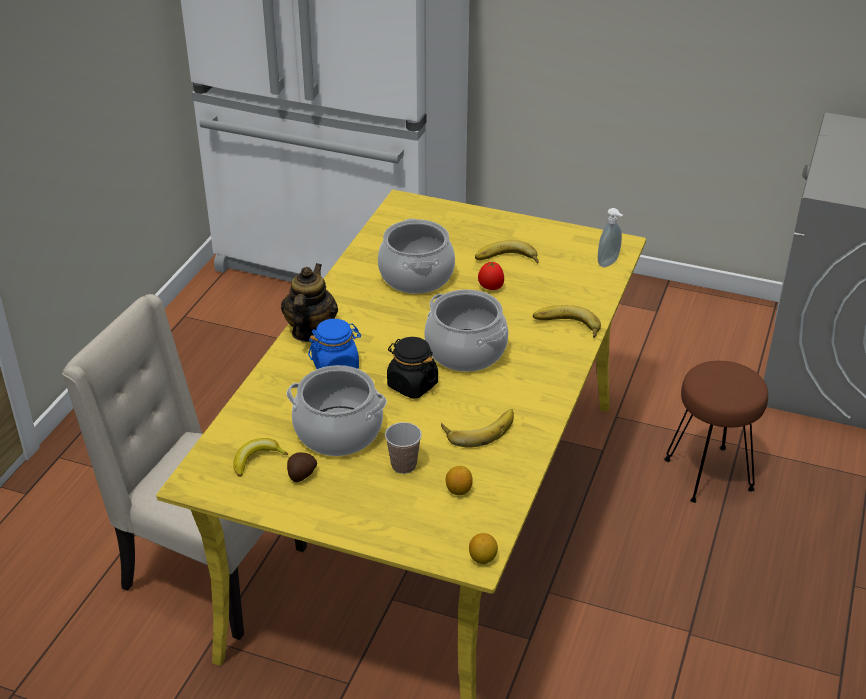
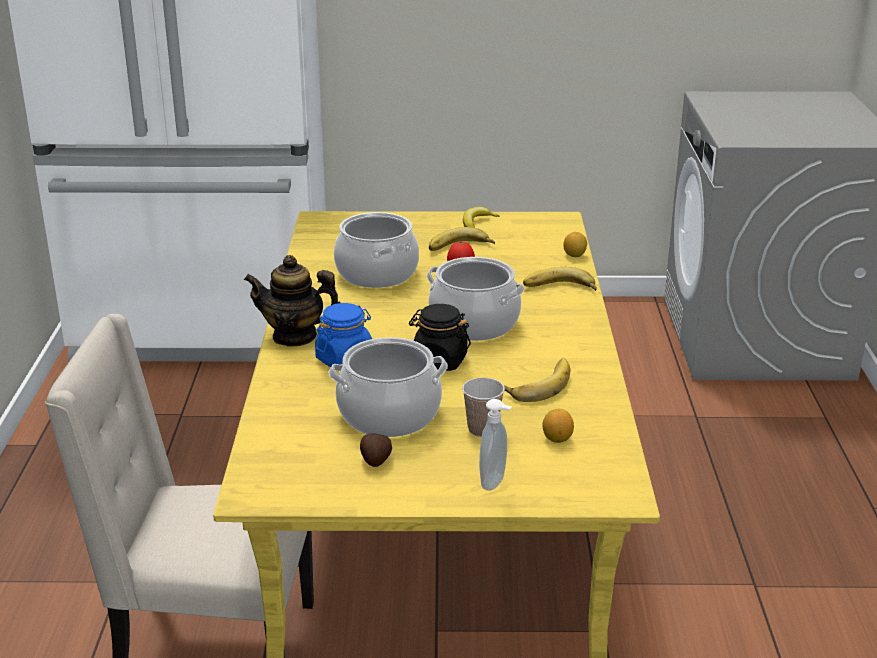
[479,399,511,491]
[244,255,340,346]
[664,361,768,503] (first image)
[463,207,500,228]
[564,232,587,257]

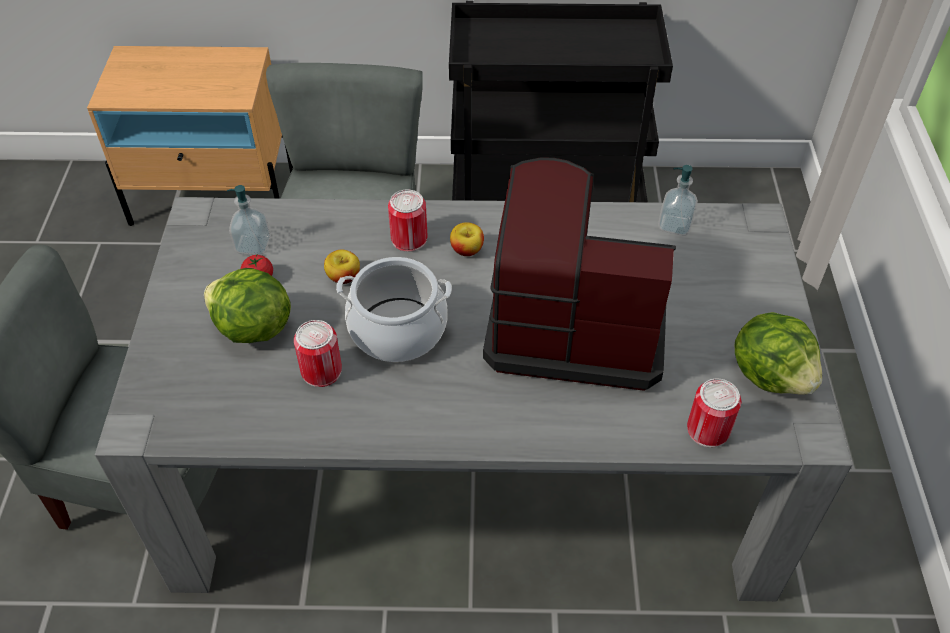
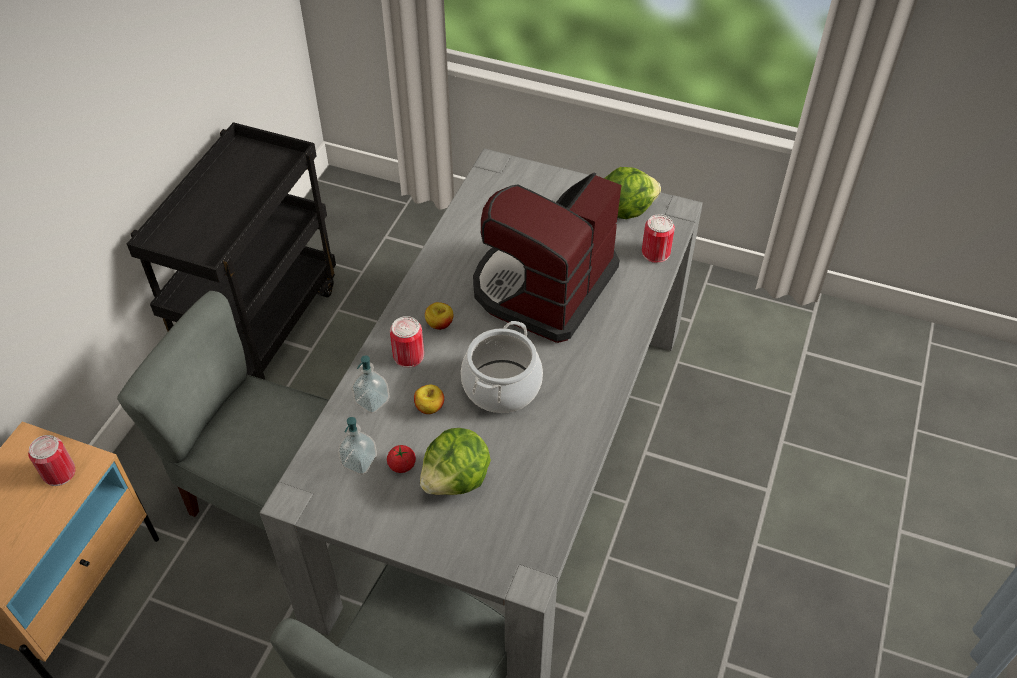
[352,355,390,414]
[28,435,75,486]

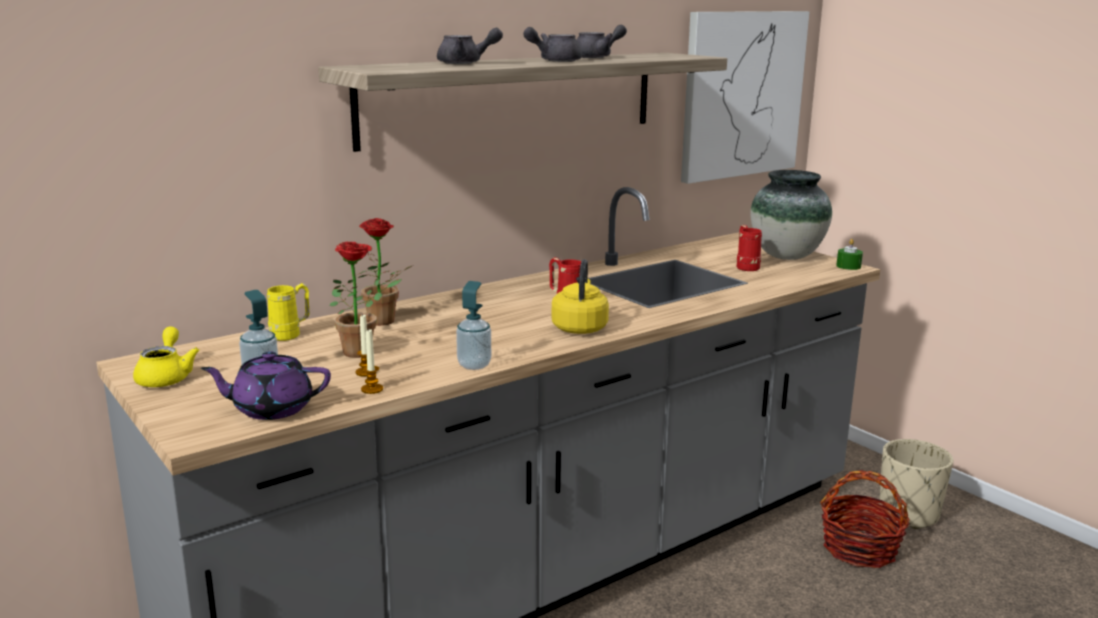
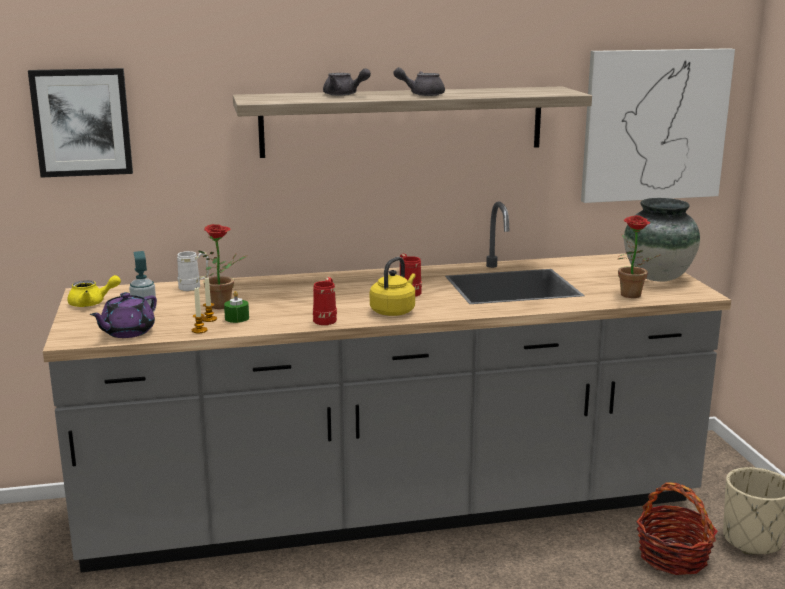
[577,25,627,58] (first image)
[618,215,660,298]
[313,277,337,325]
[224,291,249,323]
[456,281,491,370] (first image)
[177,251,209,291]
[67,275,121,307]
[90,292,157,338]
[28,68,133,178]

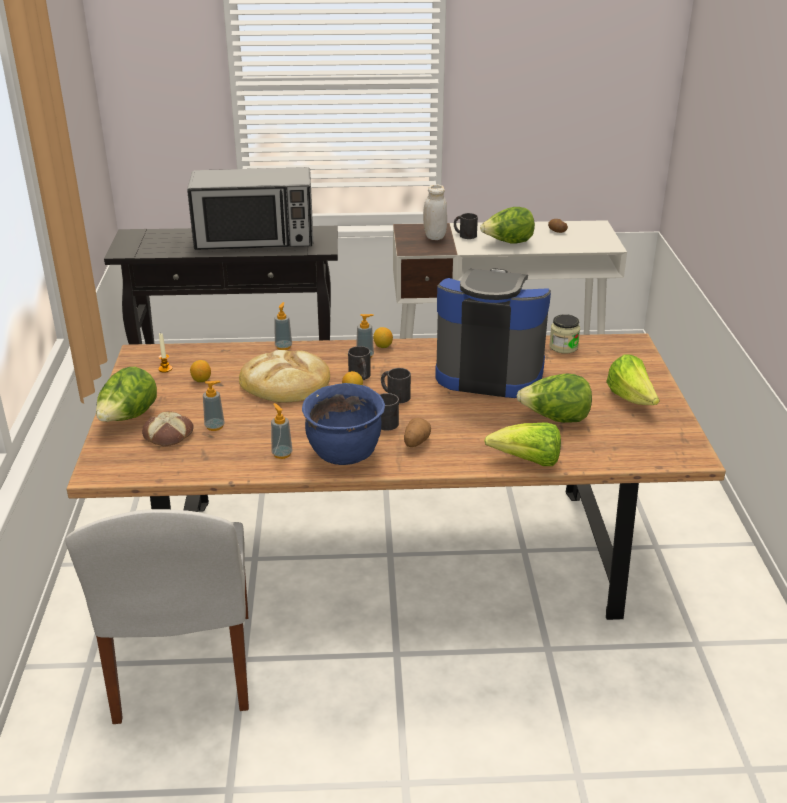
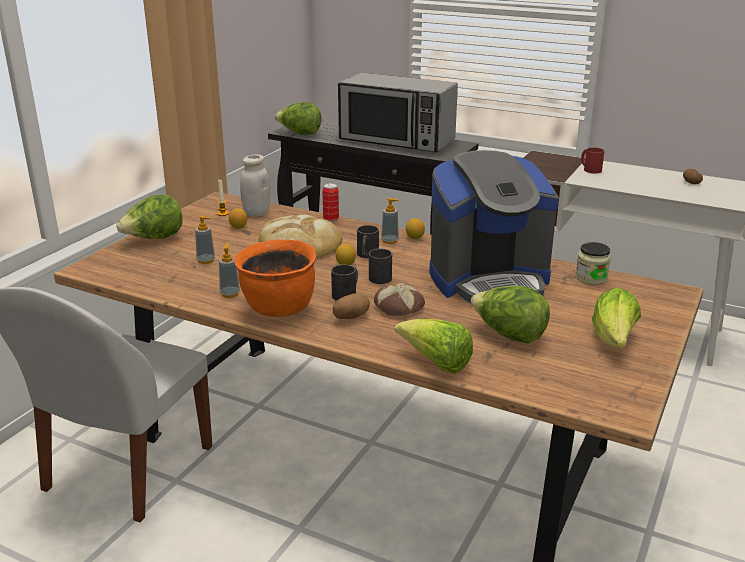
[240,154,271,217]
[275,102,321,135]
[581,147,605,173]
[429,150,559,303]
[322,183,339,222]
[234,239,316,317]
[374,283,425,316]

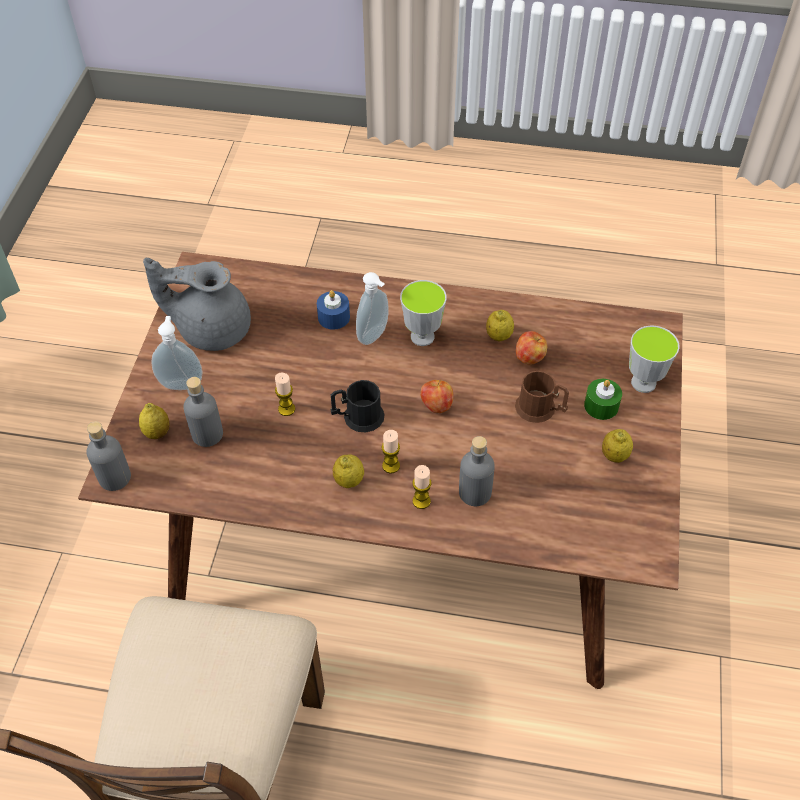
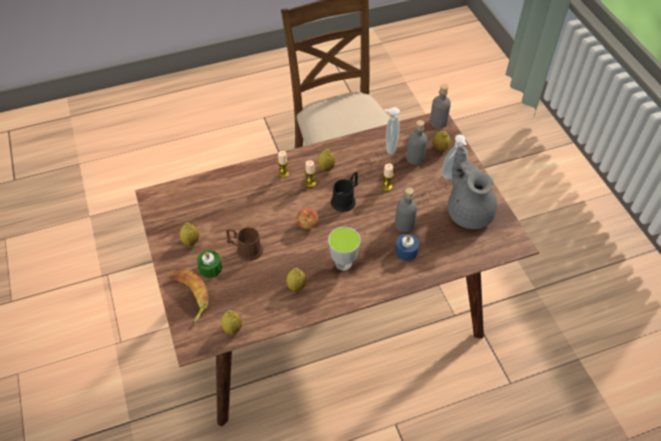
[448,146,497,229]
[385,107,400,154]
[168,269,208,323]
[516,331,547,365] (first image)
[395,188,417,232]
[221,310,242,334]

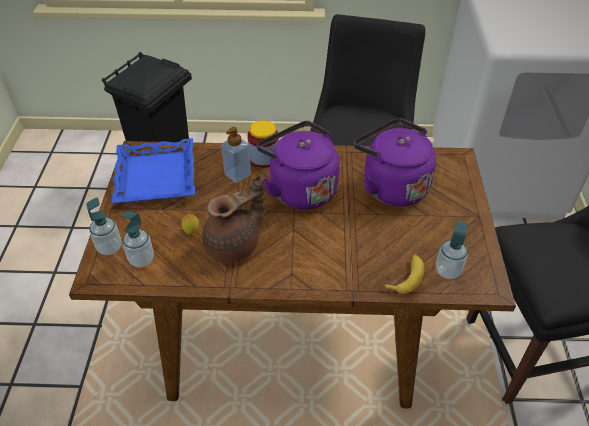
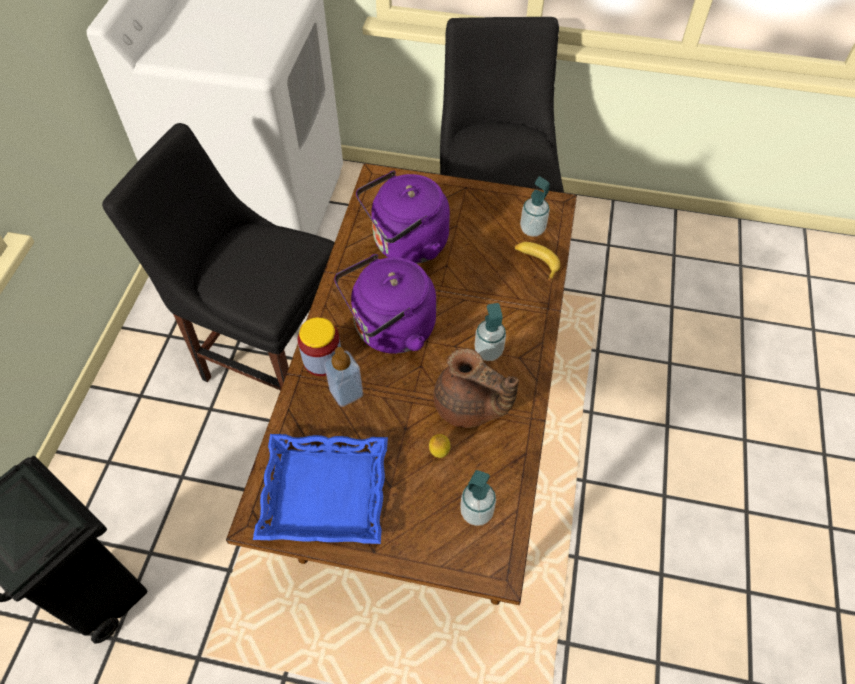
[434,349,519,428]
[475,303,506,361]

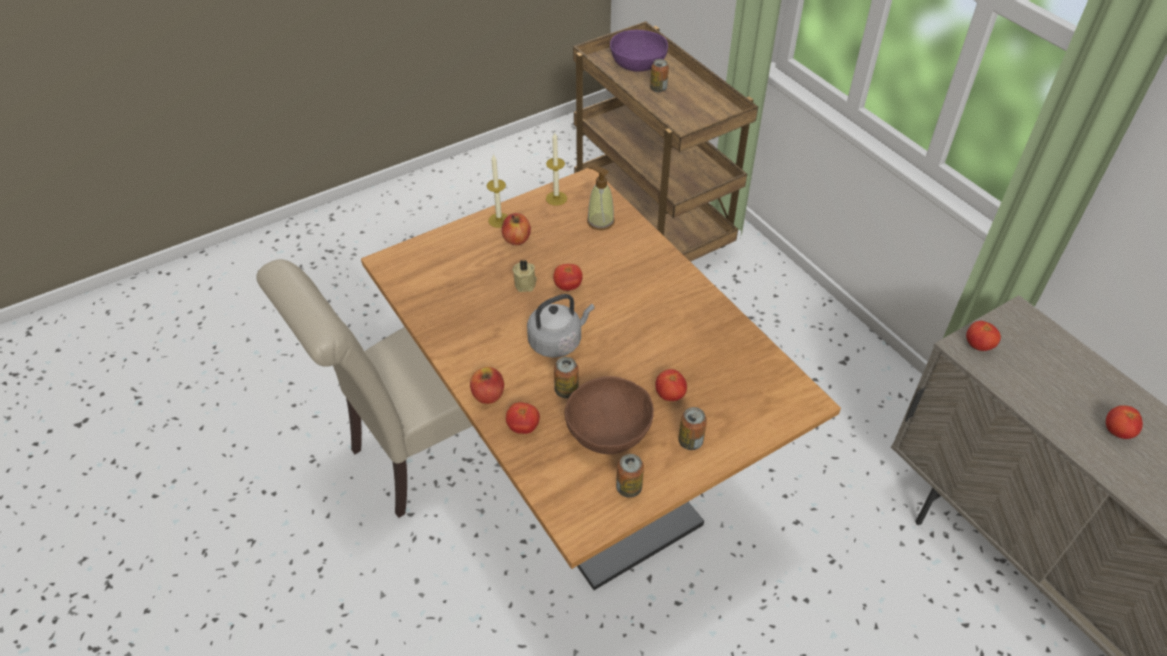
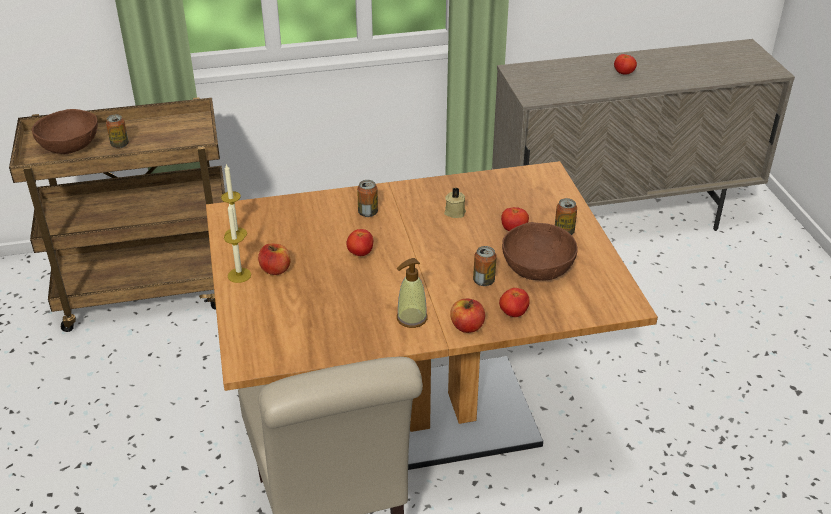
[32,109,98,154]
[397,258,428,328]
[444,188,466,218]
[527,294,595,358] (first image)
[966,321,1001,351] (first image)
[357,180,378,217]

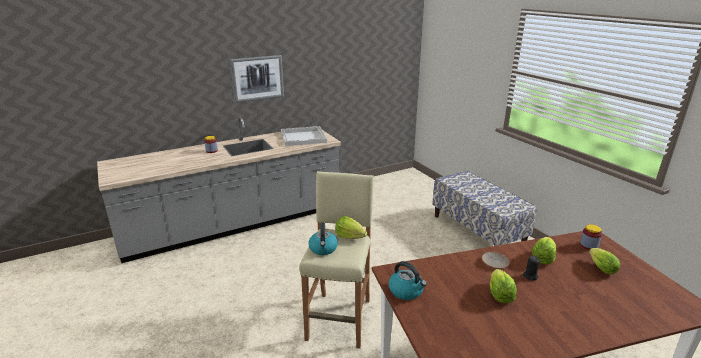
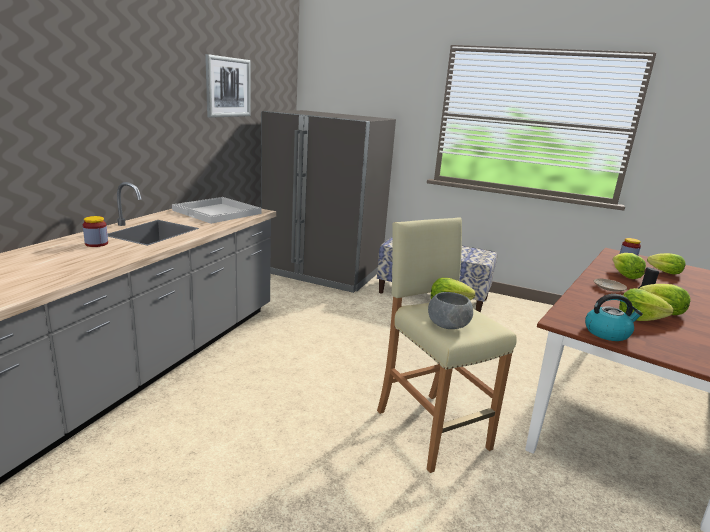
[205,54,251,118]
[428,292,473,329]
[261,110,396,293]
[619,288,673,321]

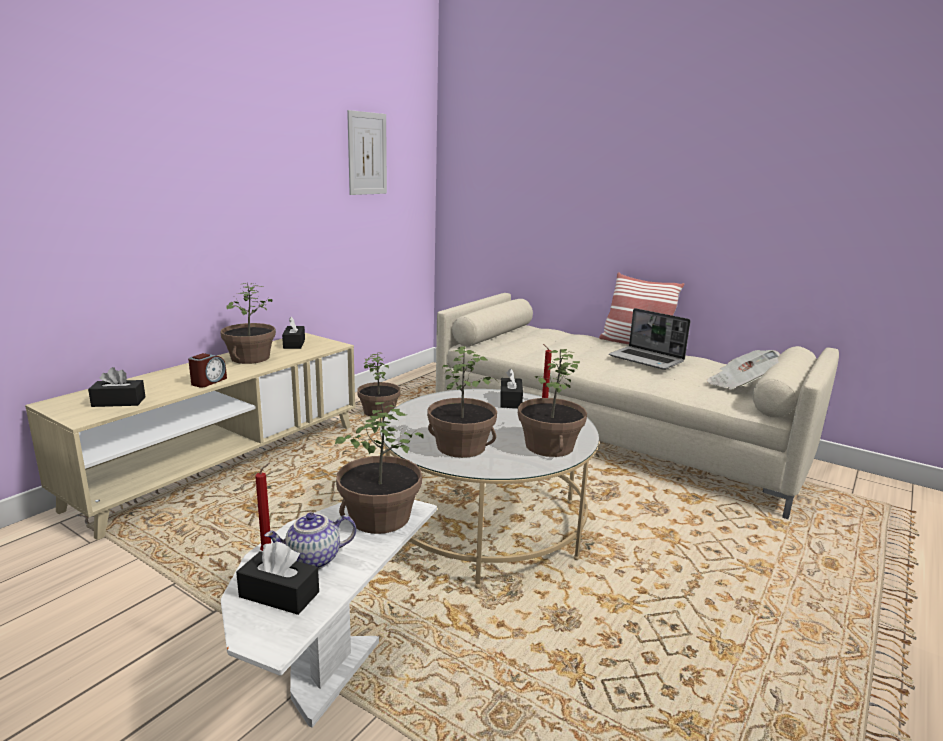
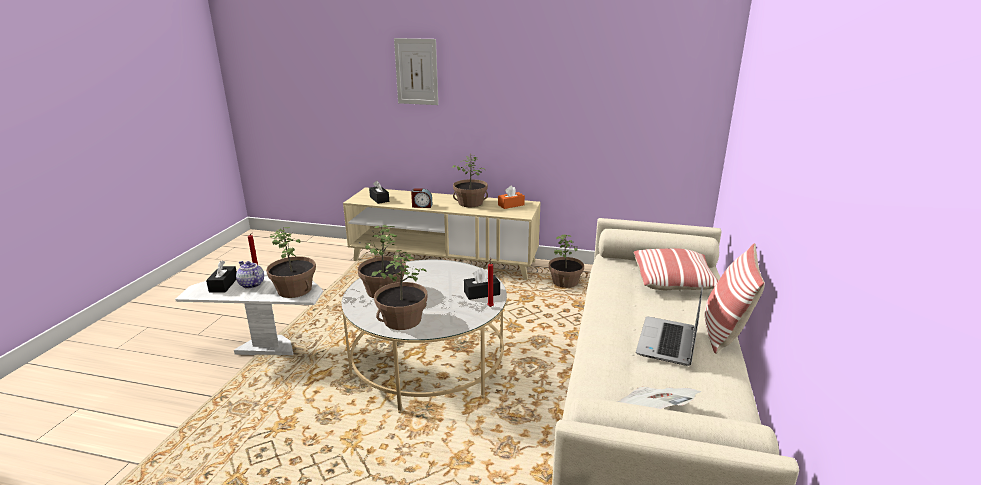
[394,38,438,105]
[498,186,525,209]
[633,249,718,290]

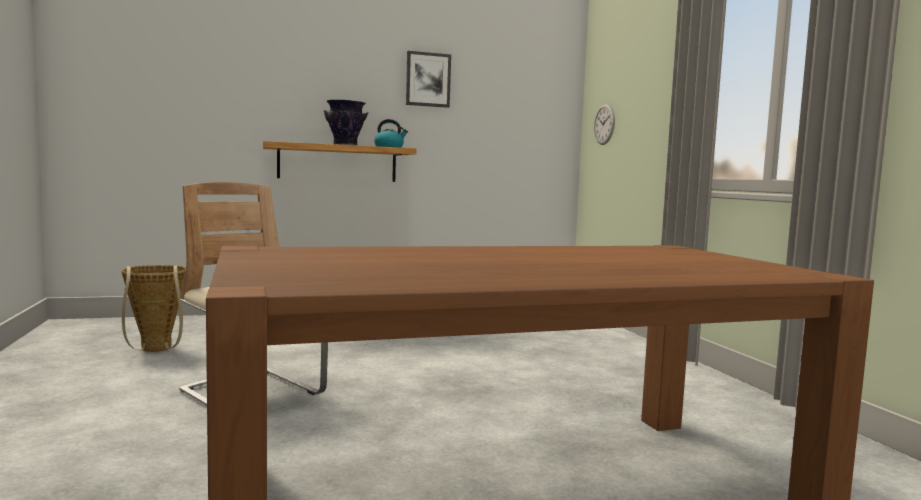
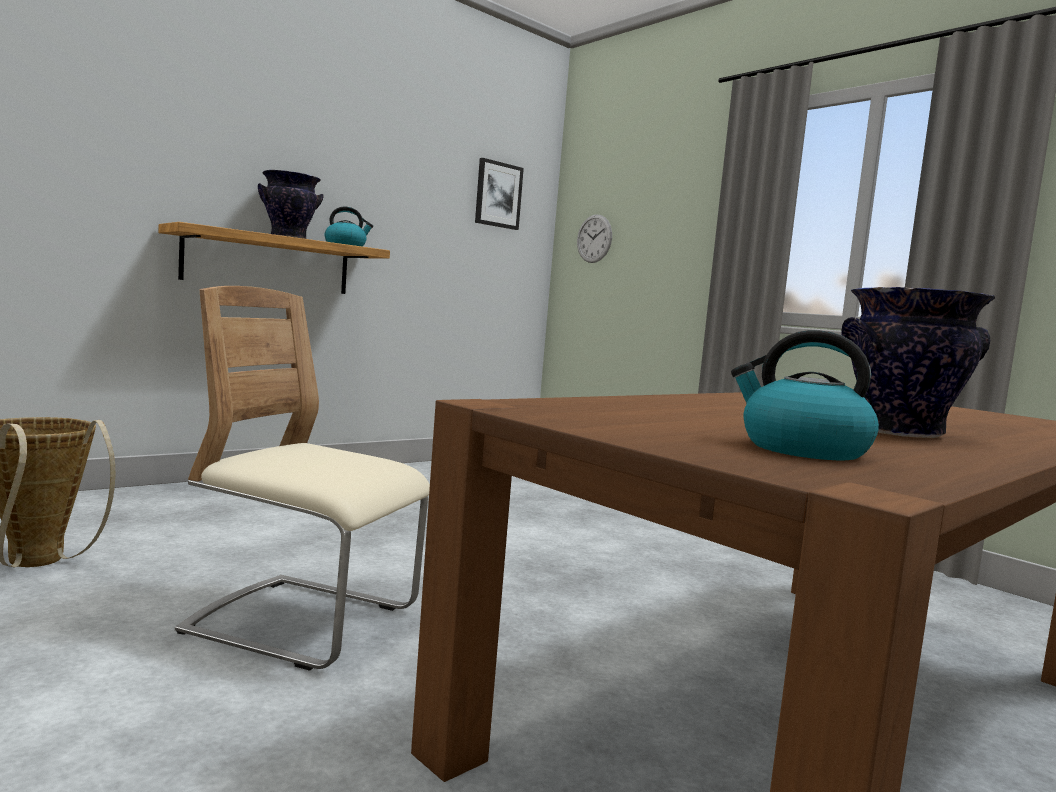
[475,158,524,230]
[841,287,995,438]
[731,330,879,460]

